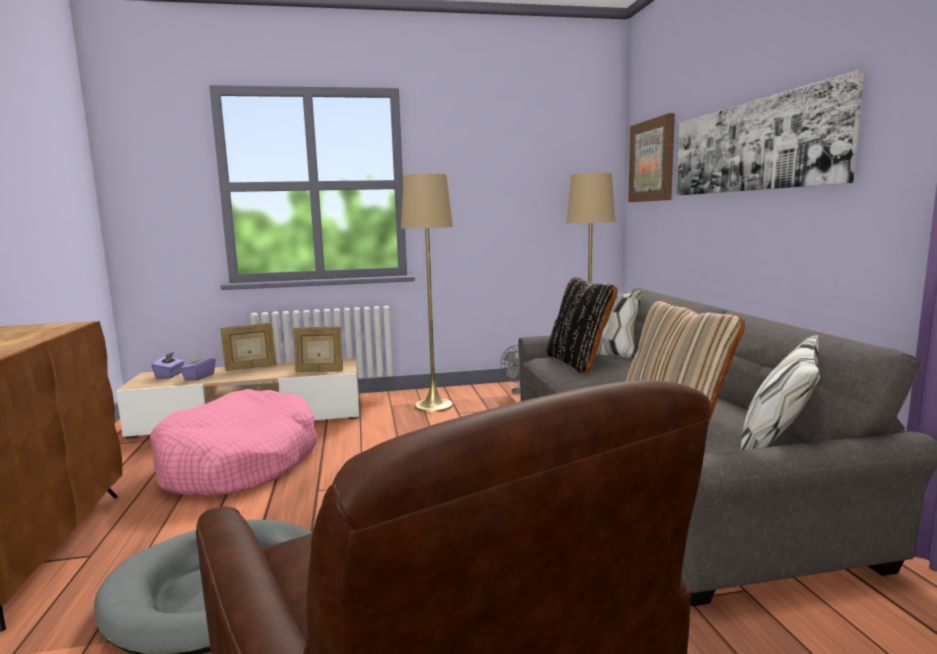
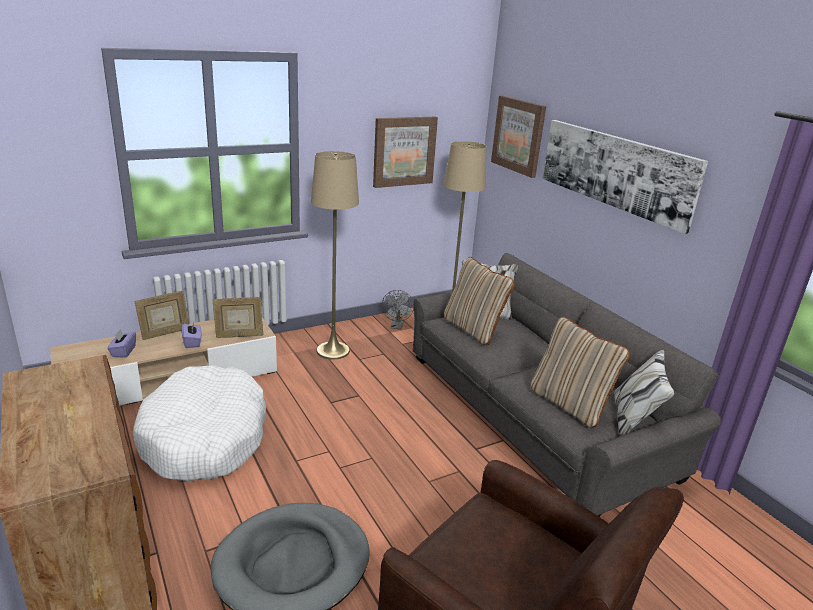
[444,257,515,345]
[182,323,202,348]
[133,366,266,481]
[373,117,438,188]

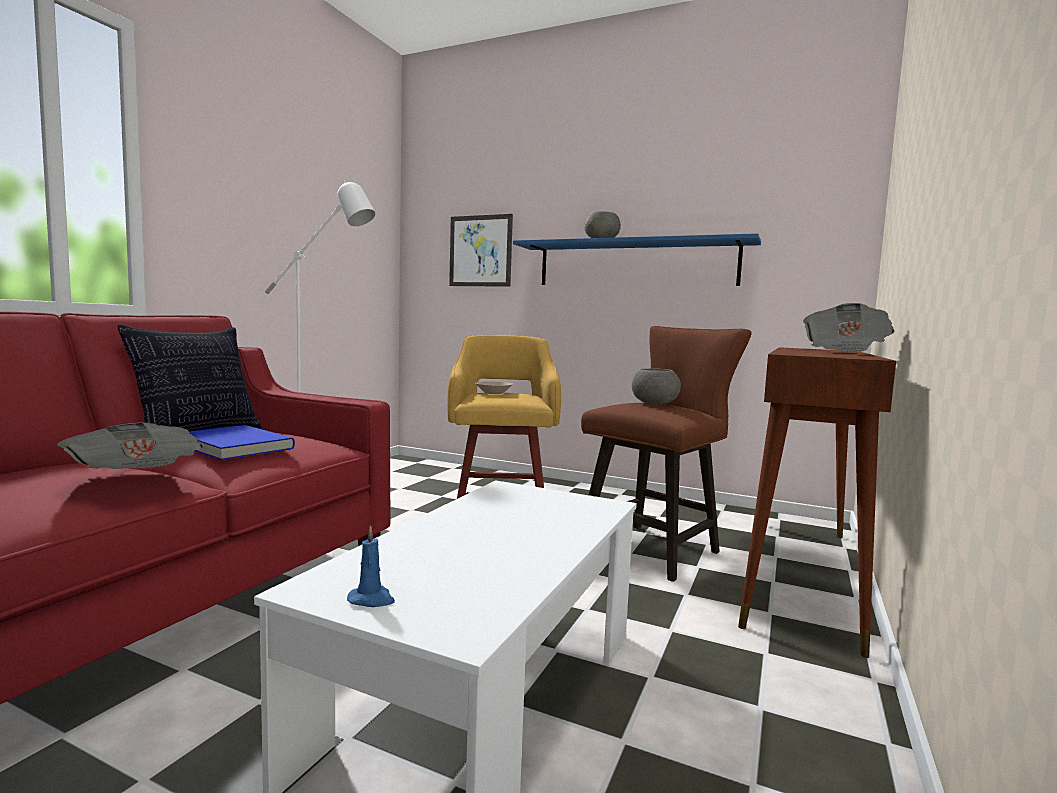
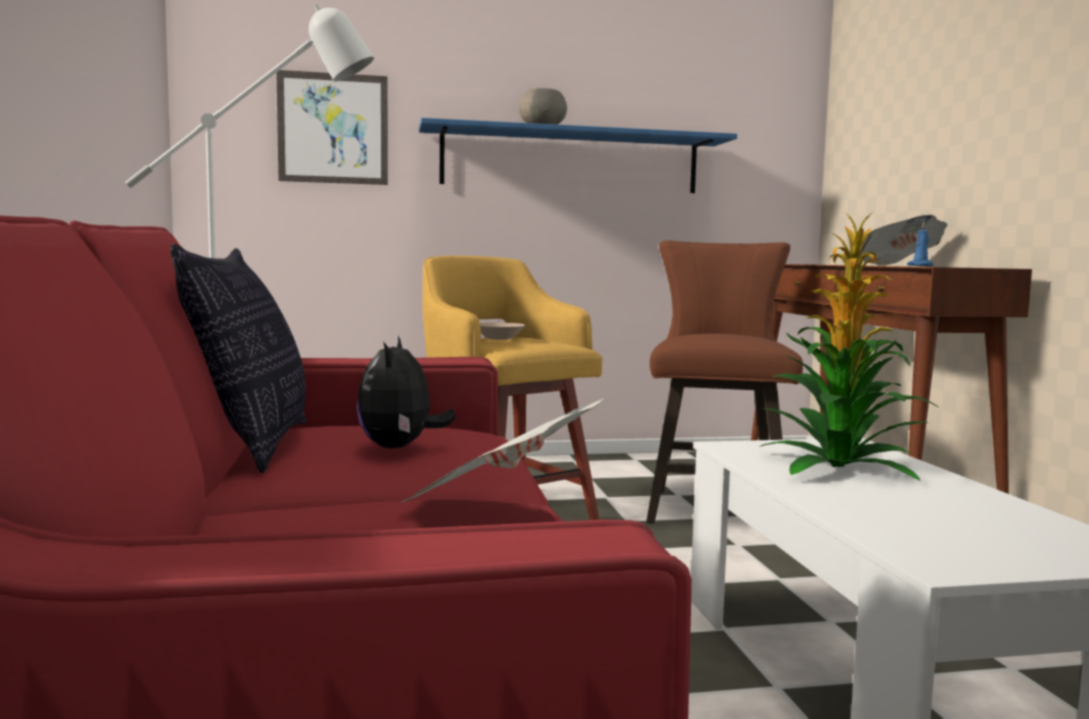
[632,368,681,405] (first image)
[357,336,456,448]
[907,221,934,267]
[759,211,938,481]

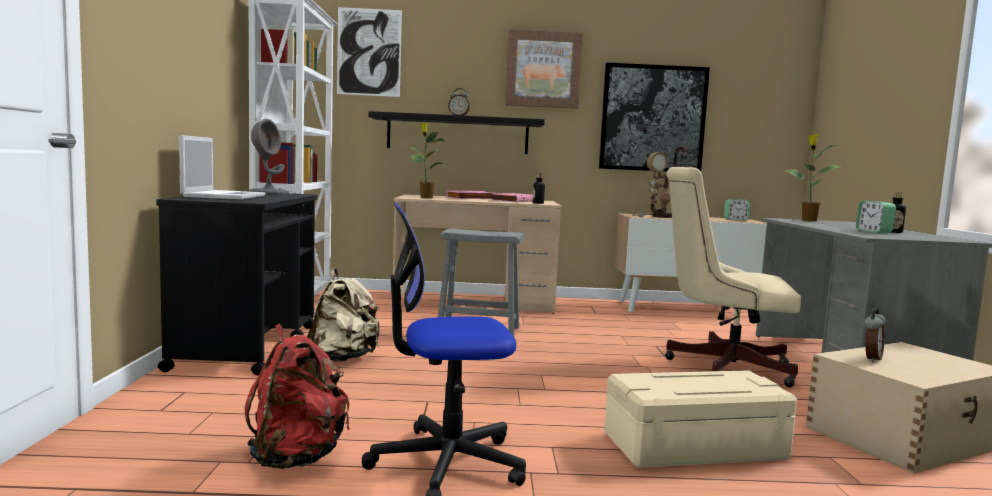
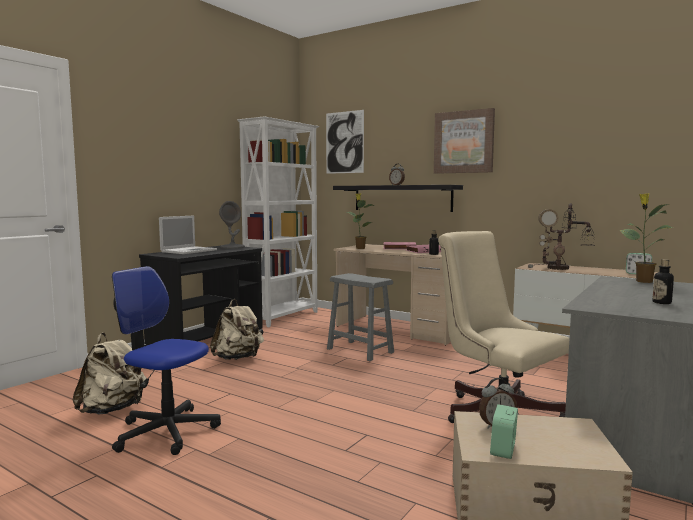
[599,63,710,171] (first image)
[490,404,518,459]
[73,333,147,415]
[604,370,797,468] (first image)

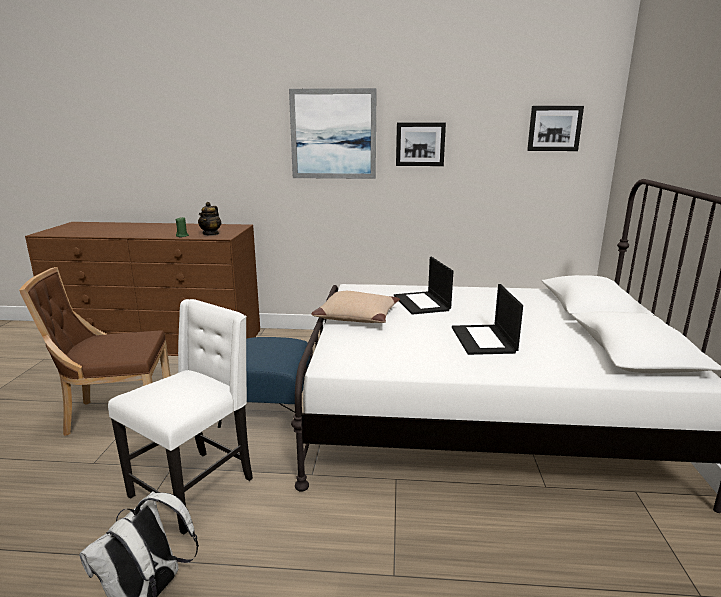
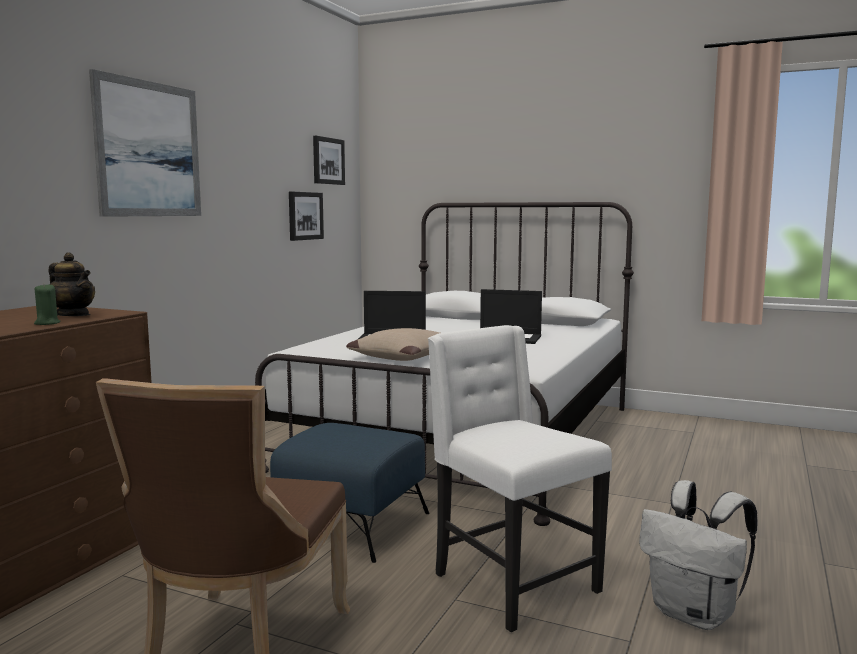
[289,192,324,241]

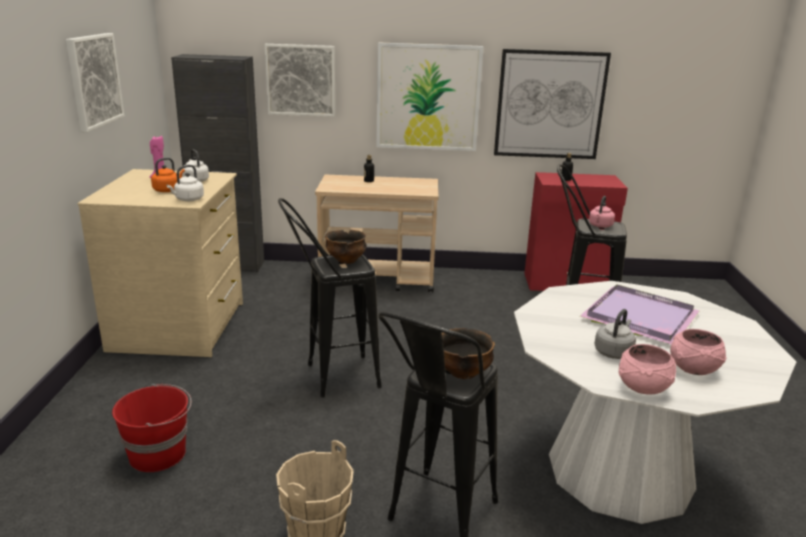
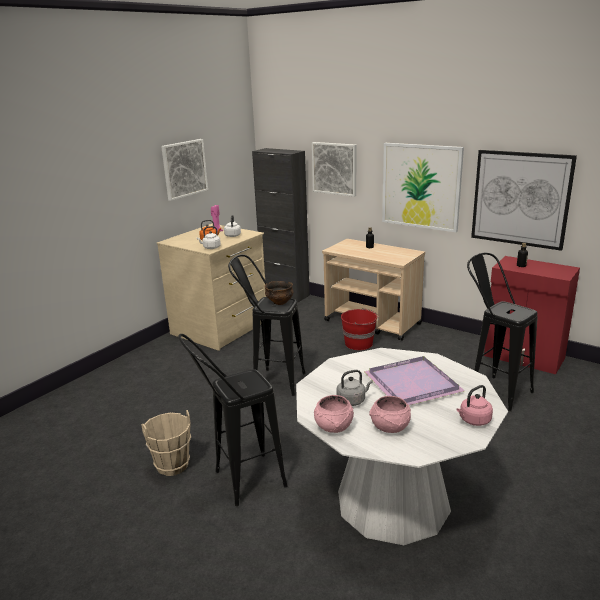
[456,385,493,426]
[442,328,495,379] (first image)
[341,308,379,350]

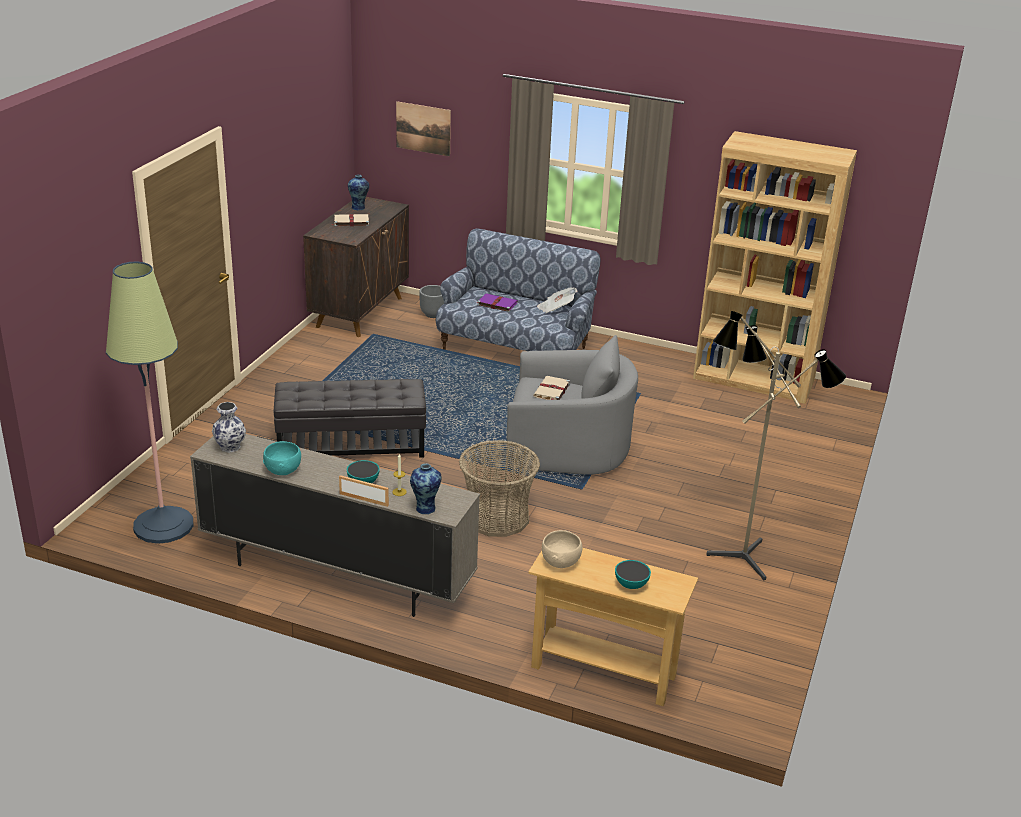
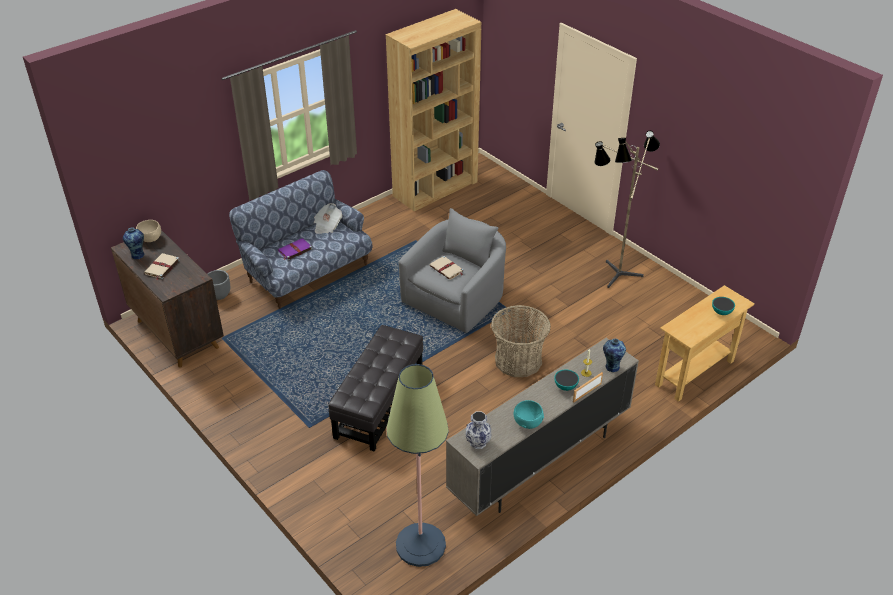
[396,101,451,156] (first image)
[136,220,161,242]

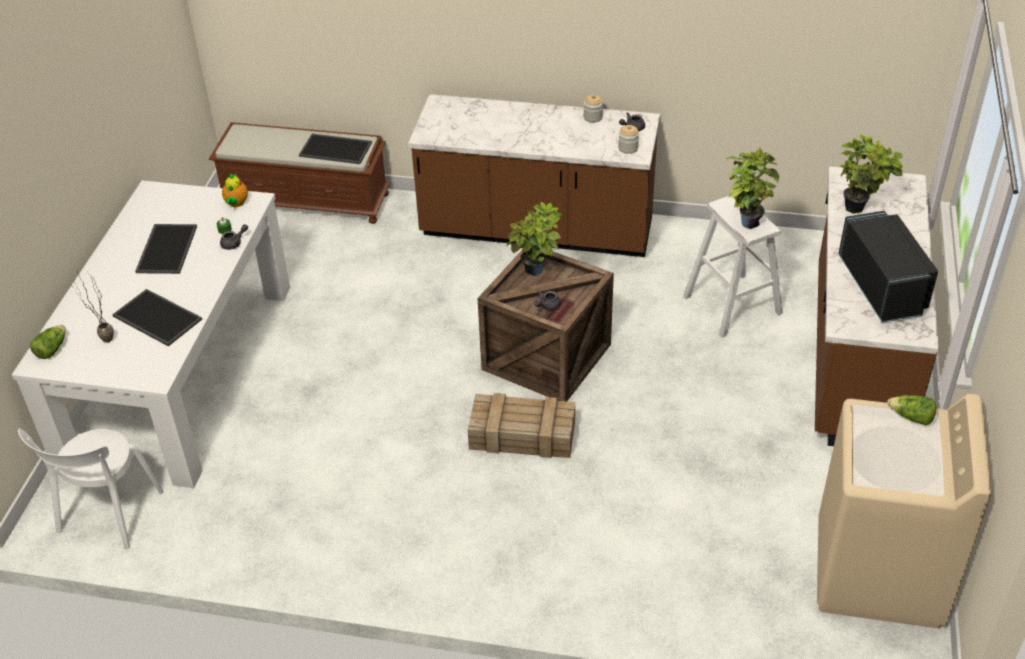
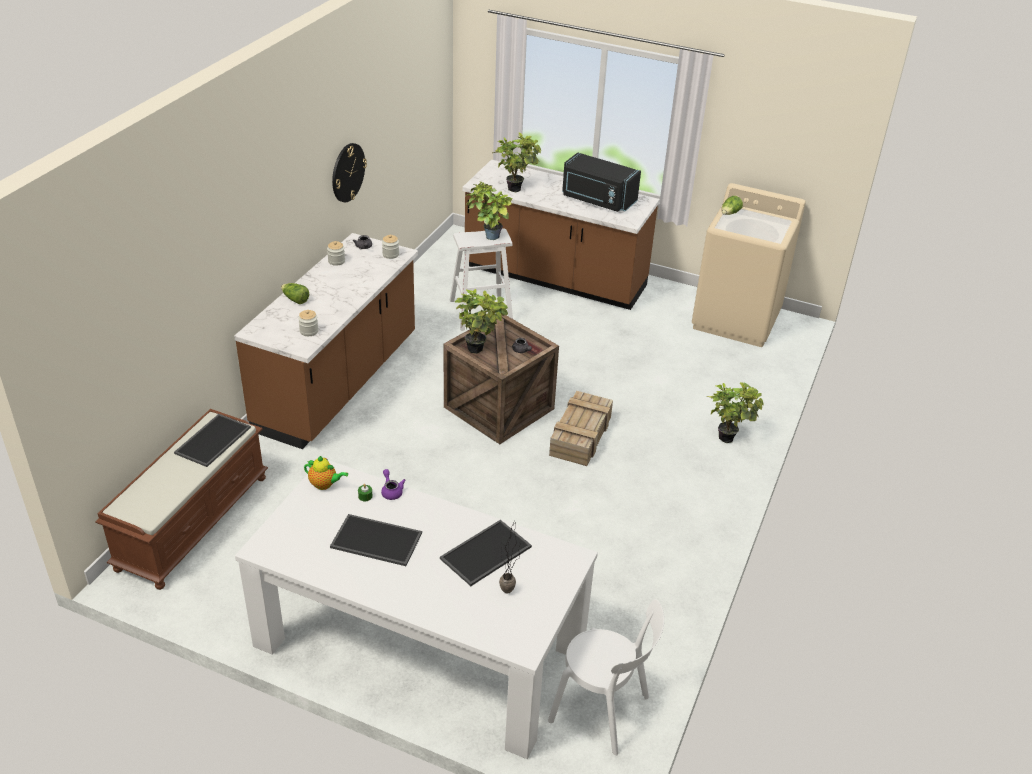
[562,152,641,212]
[381,469,405,500]
[281,283,309,304]
[332,143,367,202]
[298,310,318,336]
[707,382,764,443]

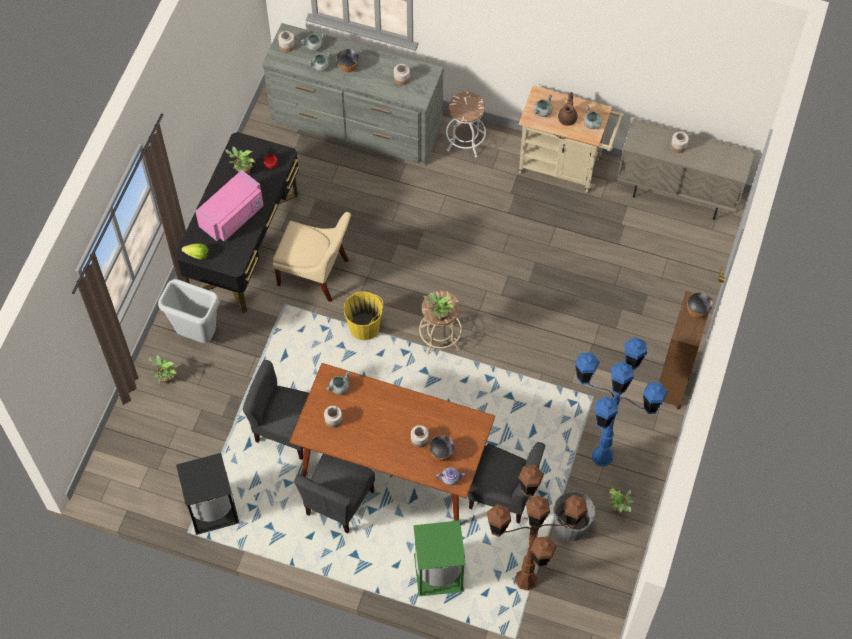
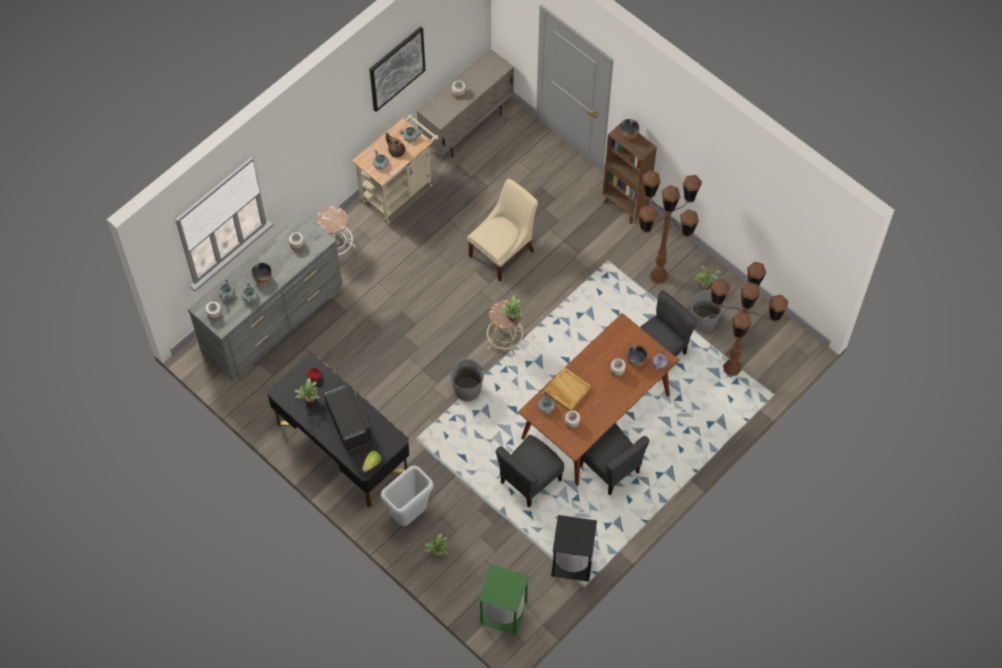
[323,384,371,452]
[468,179,538,281]
[450,357,484,401]
[638,170,702,284]
[479,564,529,636]
[370,26,426,112]
[544,367,591,411]

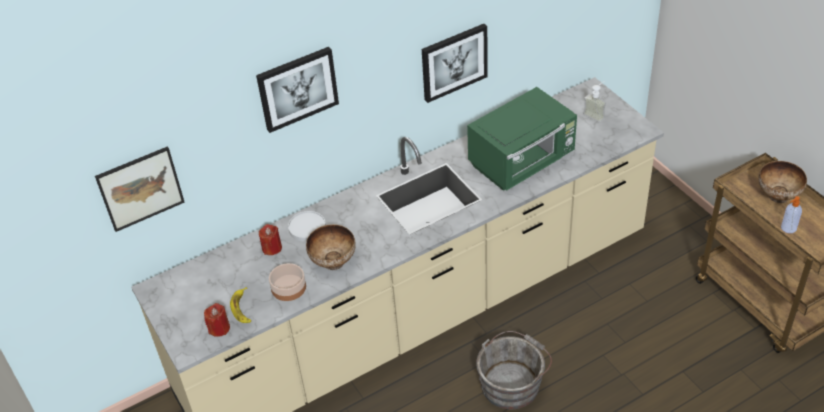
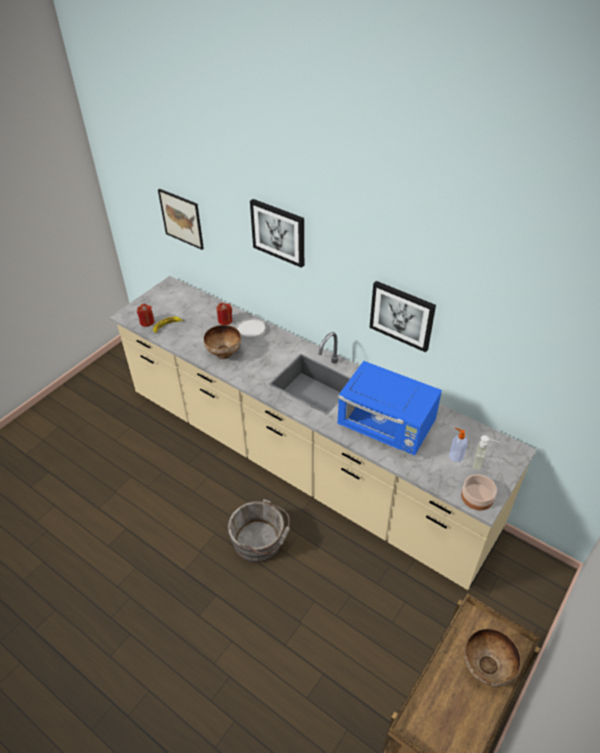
[337,361,442,455]
[449,428,468,462]
[461,475,497,510]

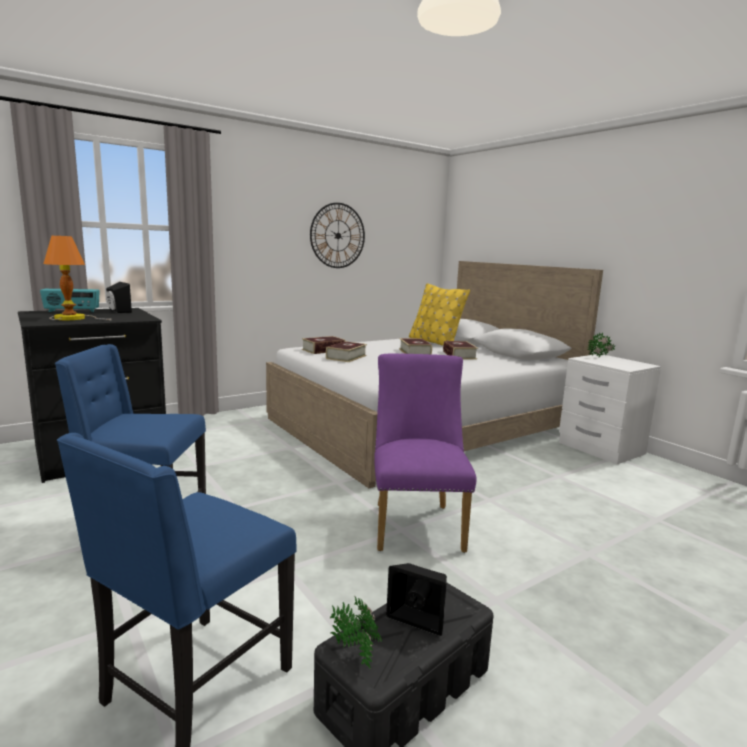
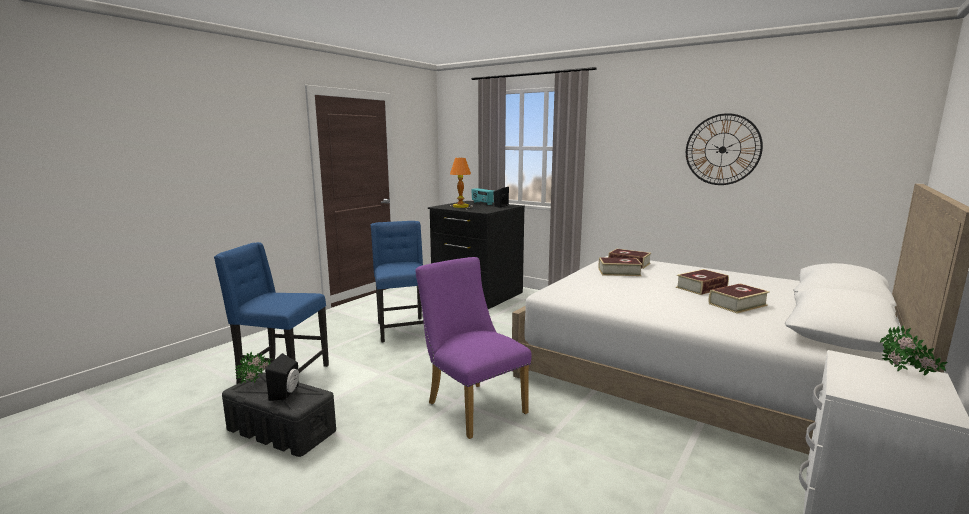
[409,283,470,346] (first image)
[415,257,532,439]

